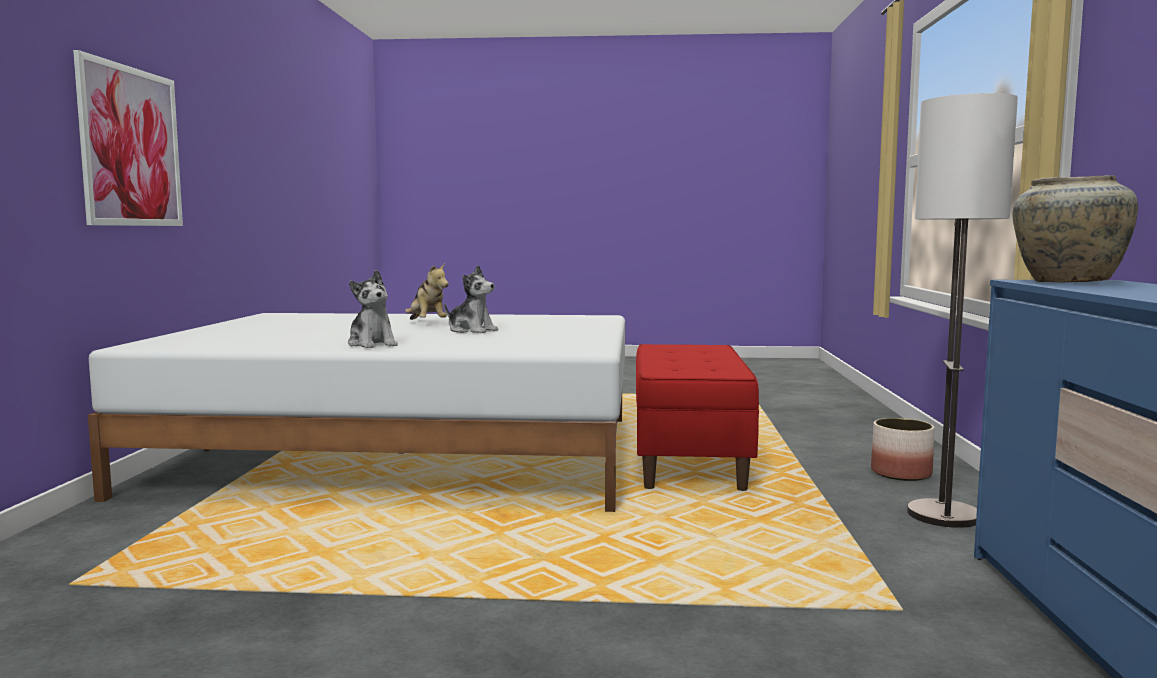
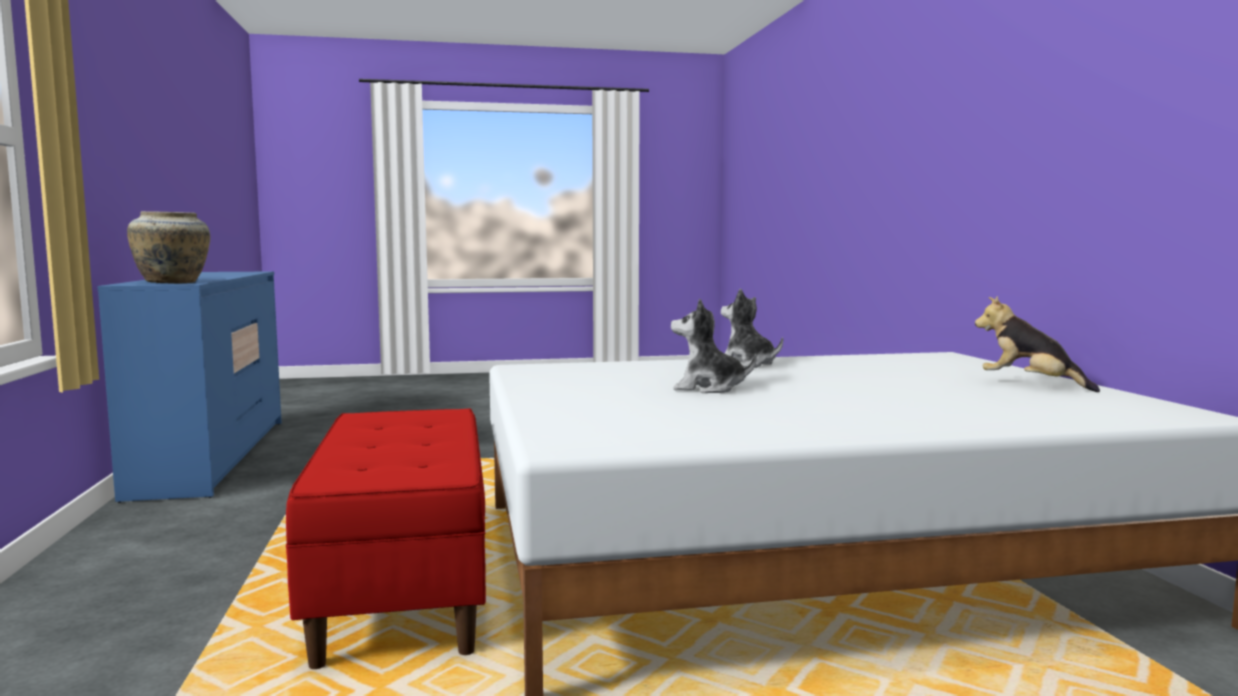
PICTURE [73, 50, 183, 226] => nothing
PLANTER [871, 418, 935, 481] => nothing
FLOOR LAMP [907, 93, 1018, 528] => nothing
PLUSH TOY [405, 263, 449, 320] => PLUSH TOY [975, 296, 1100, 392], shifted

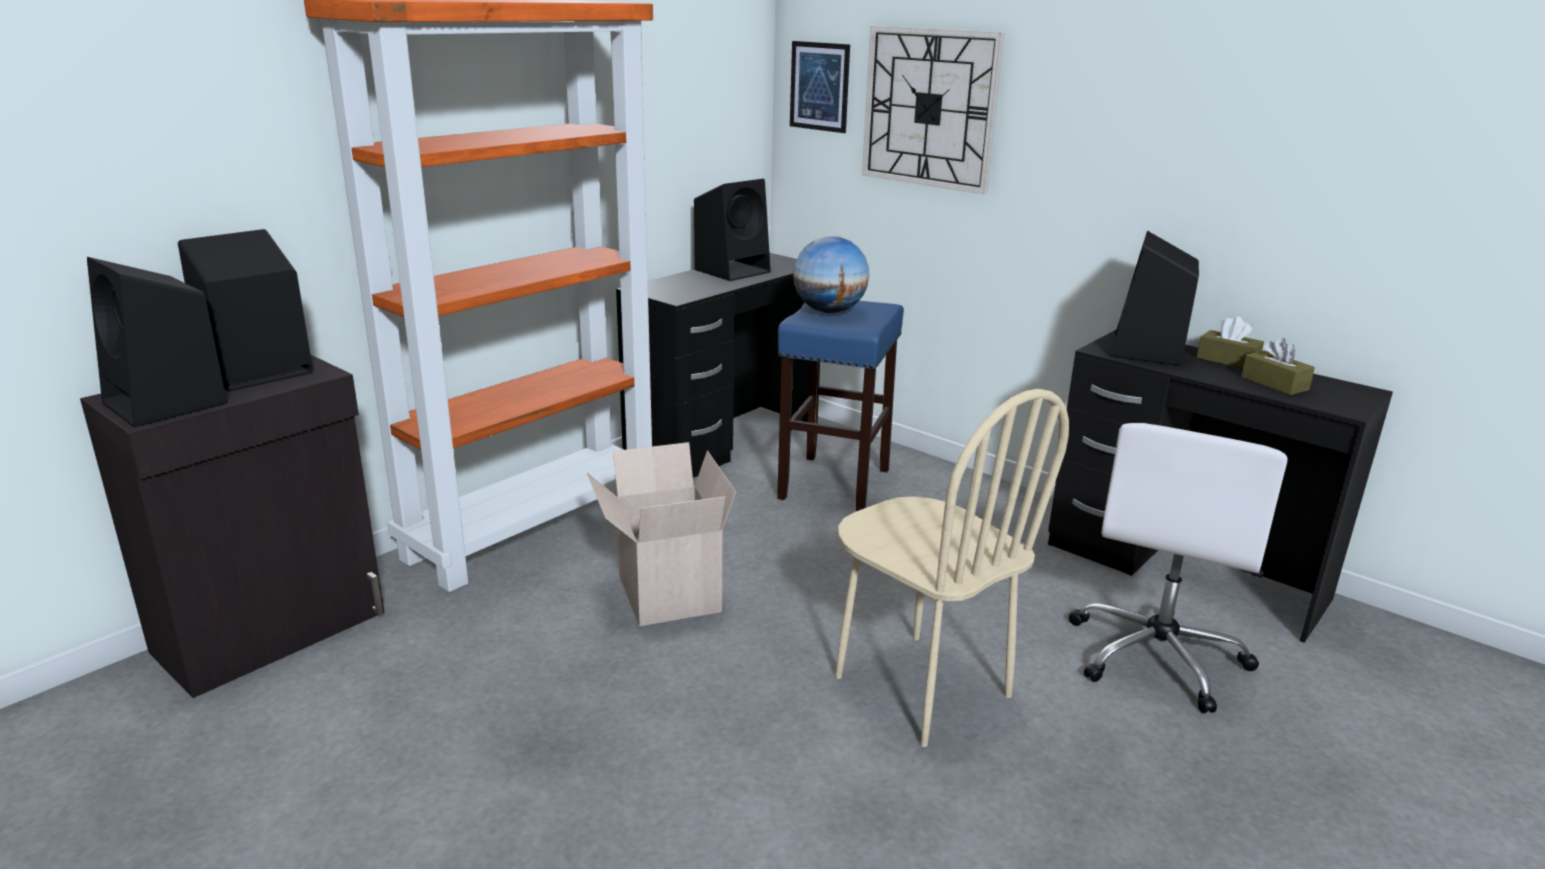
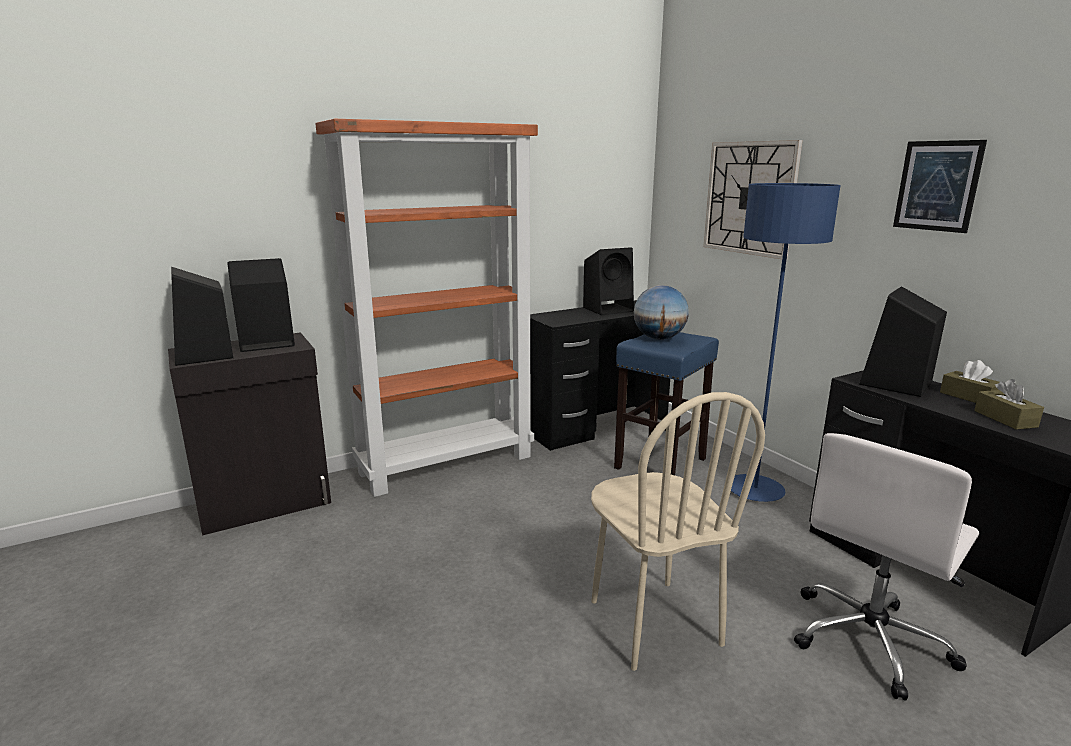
CARDBOARD BOX [587, 442, 736, 626] => nothing
nothing => BLUE FLOOR LAMP [731, 183, 841, 502]
PICTURE [790, 41, 850, 133] => PICTURE [893, 140, 987, 233], shifted

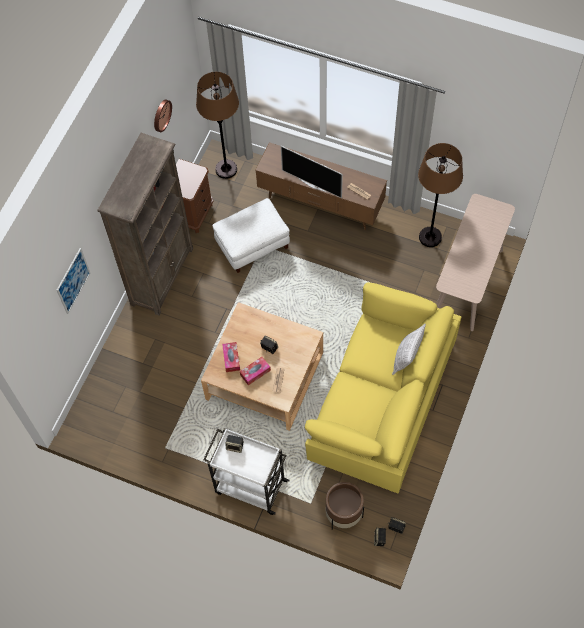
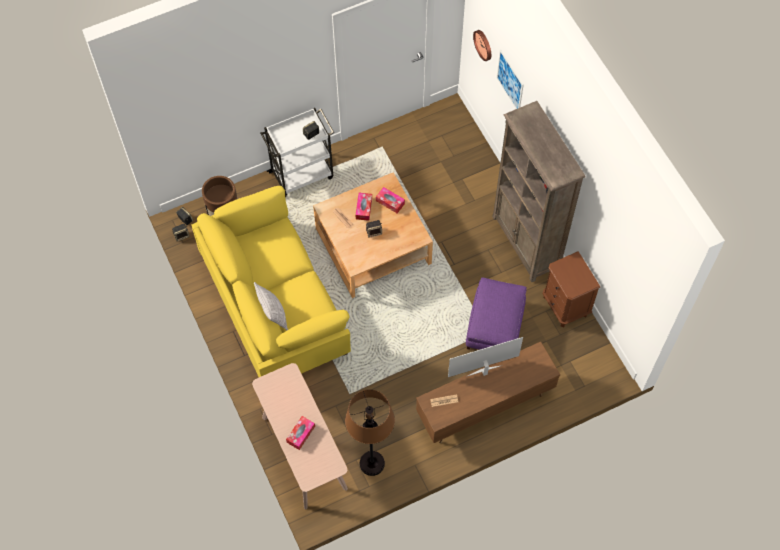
BROWN FLOOR LAMP [196, 72, 239, 179] => nothing
nothing => TISSUE BOX [286, 416, 315, 450]
WALL CLOCK [154, 100, 172, 132] => WALL CLOCK [473, 30, 491, 61], shifted
WHITE OTTOMAN [212, 198, 290, 273] => PURPLE OTTOMAN [466, 277, 527, 350]

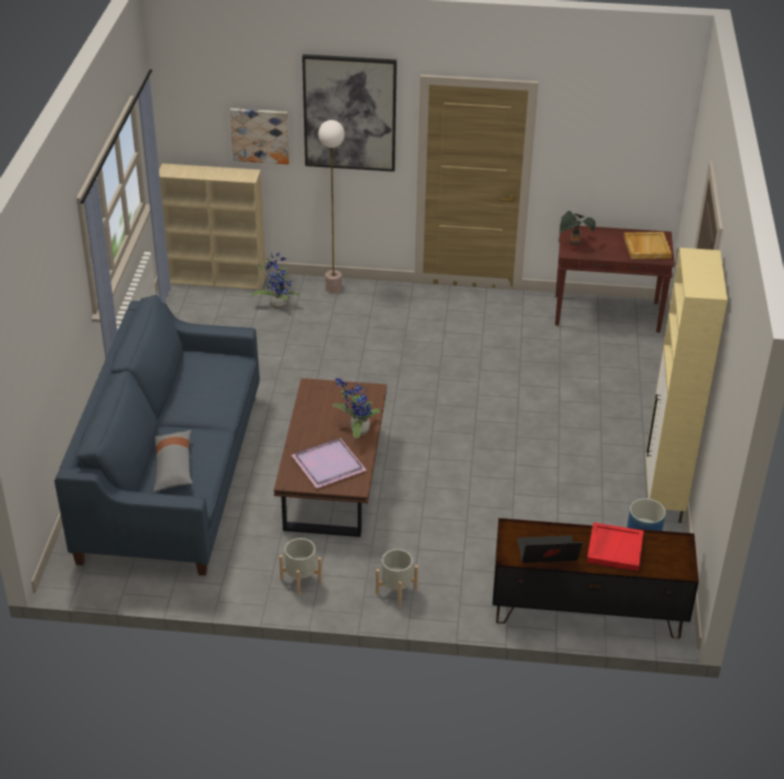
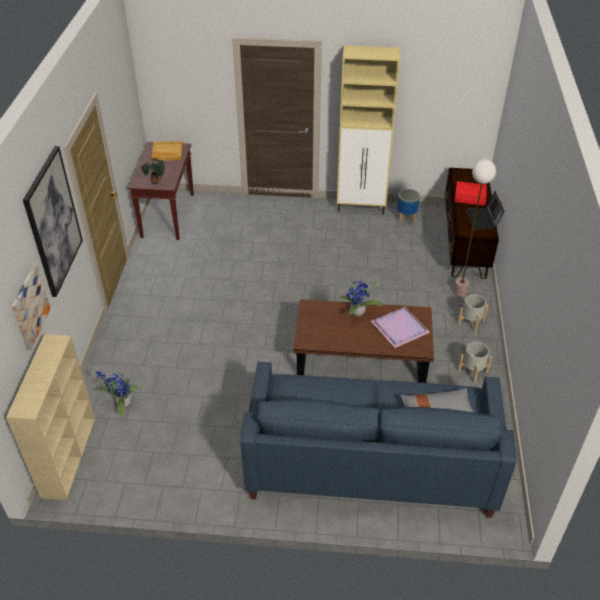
FLOOR LAMP [318, 120, 345, 294] => FLOOR LAMP [454, 159, 496, 297], shifted

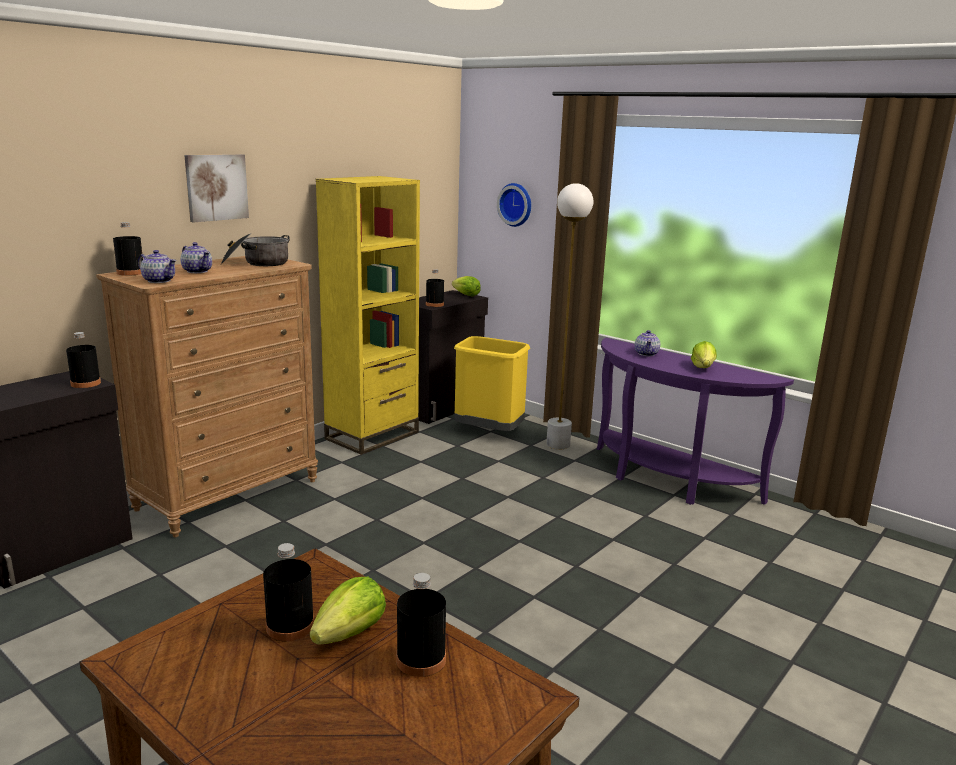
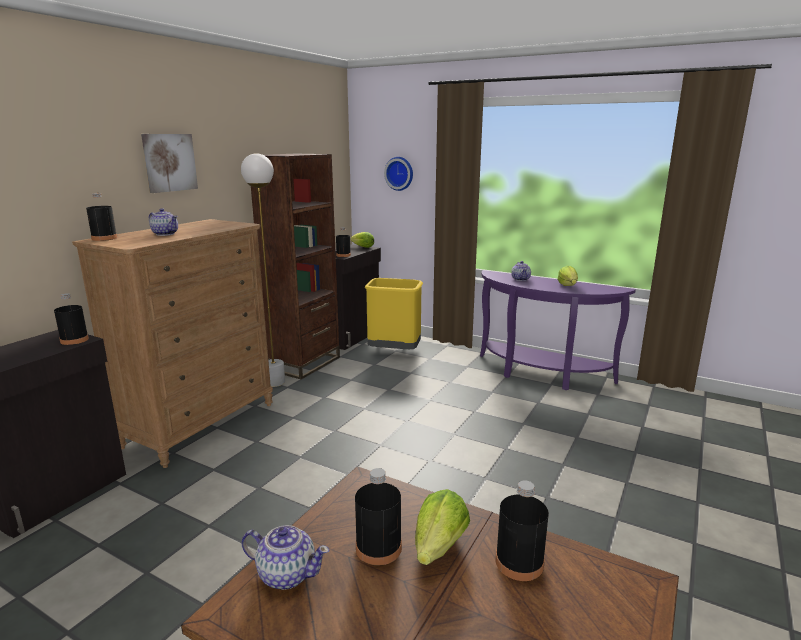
COOKING POT [221, 233, 290, 266] => nothing
TEAPOT [138, 250, 177, 283] => TEAPOT [242, 525, 329, 590], shifted
WHITE FLOOR LAMP [546, 183, 593, 450] => WHITE FLOOR LAMP [241, 153, 285, 387], shifted
YELLOW BOOKCASE [316, 176, 420, 455] => BROWN BOOKCASE [251, 154, 340, 379]

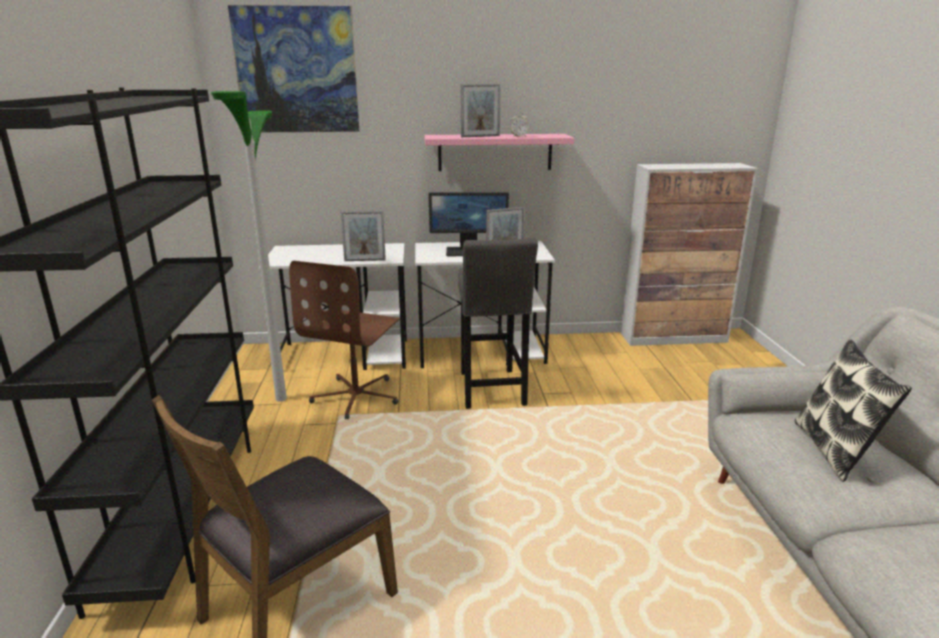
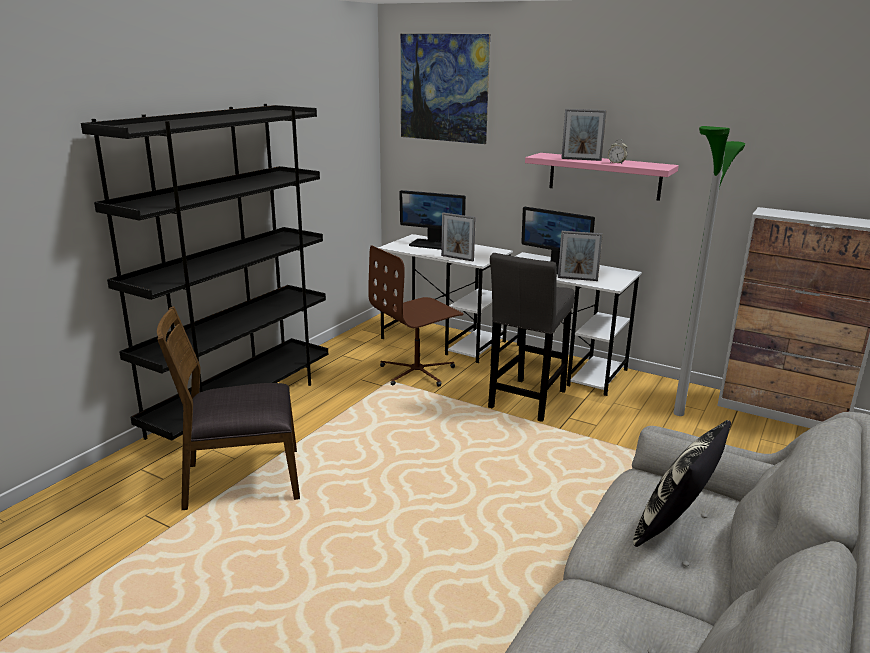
nothing => MONITOR [399, 190, 466, 250]
FLOOR LAMP [211, 91, 287, 402] => FLOOR LAMP [674, 126, 745, 416], shifted

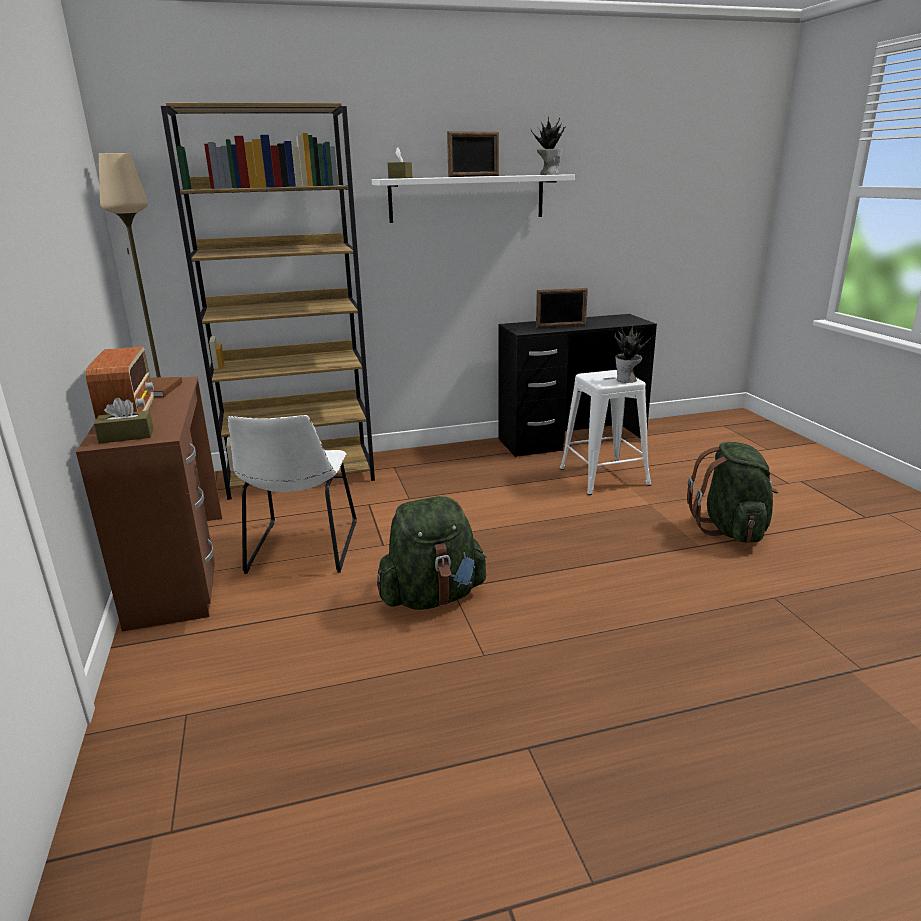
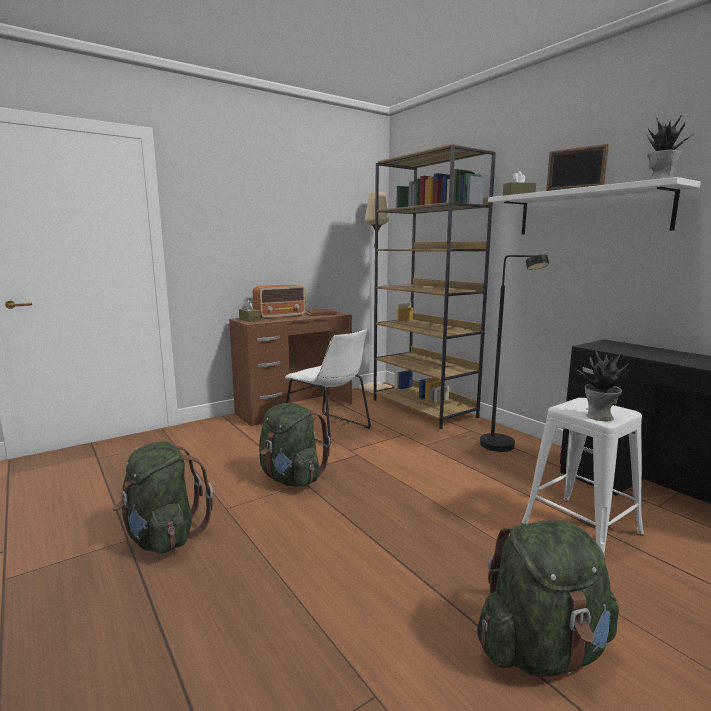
PICTURE FRAME [536, 288, 588, 328] => nothing
nothing => GREEN BACKPACK [113, 441, 213, 554]
nothing => BLACK FLOOR LAMP [480, 255, 549, 452]
WHITE CHAIR [228, 415, 357, 574] => WHITE CHAIR [285, 329, 371, 447], 120 degrees counterclockwise

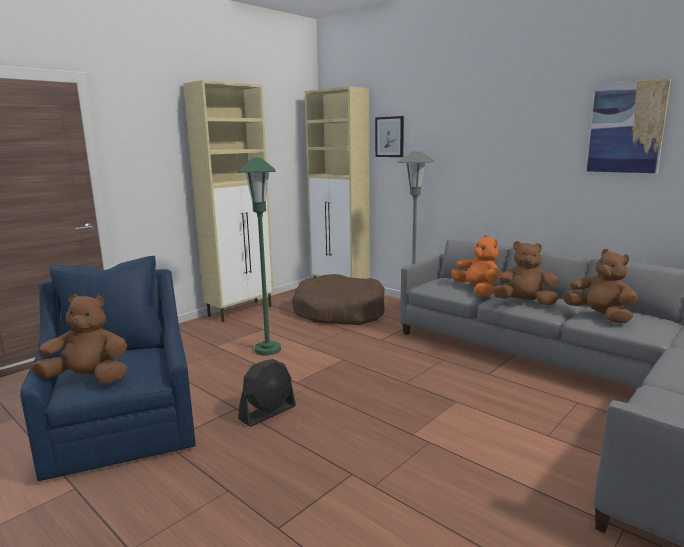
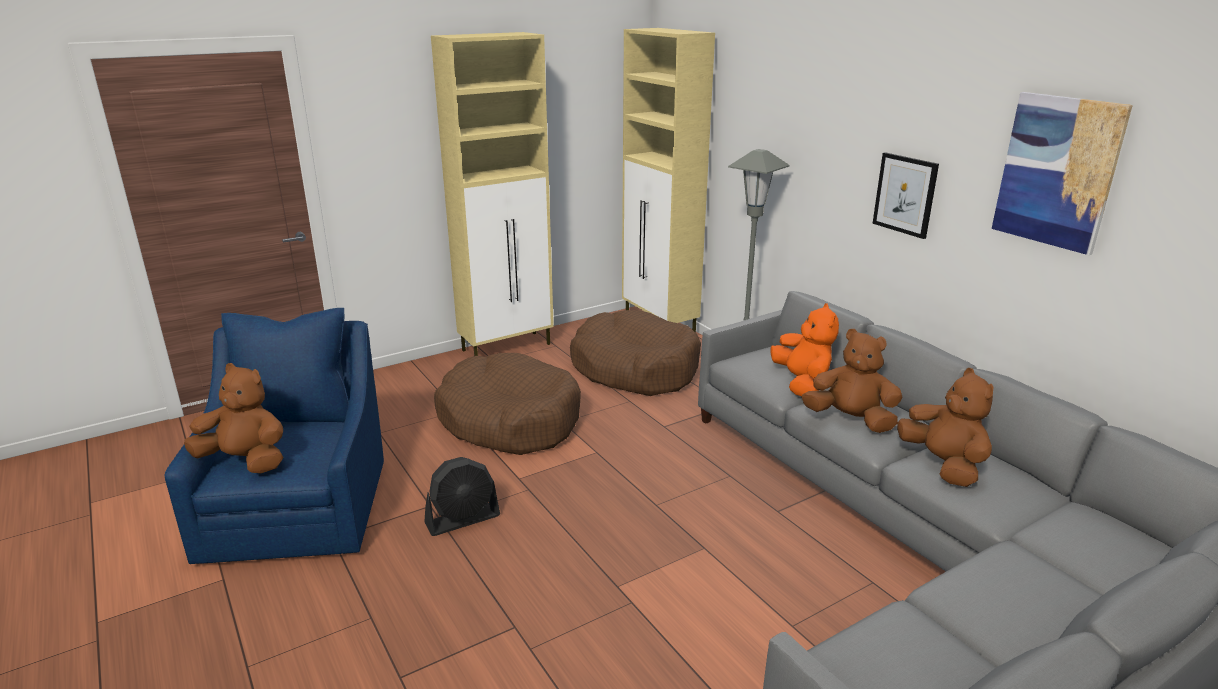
PICTURE [375, 116, 404, 157] => PICTURE [872, 152, 939, 239], shifted
GREEN FLOOR LAMP [238, 157, 281, 356] => BROWN DOG BED [434, 353, 581, 455]

